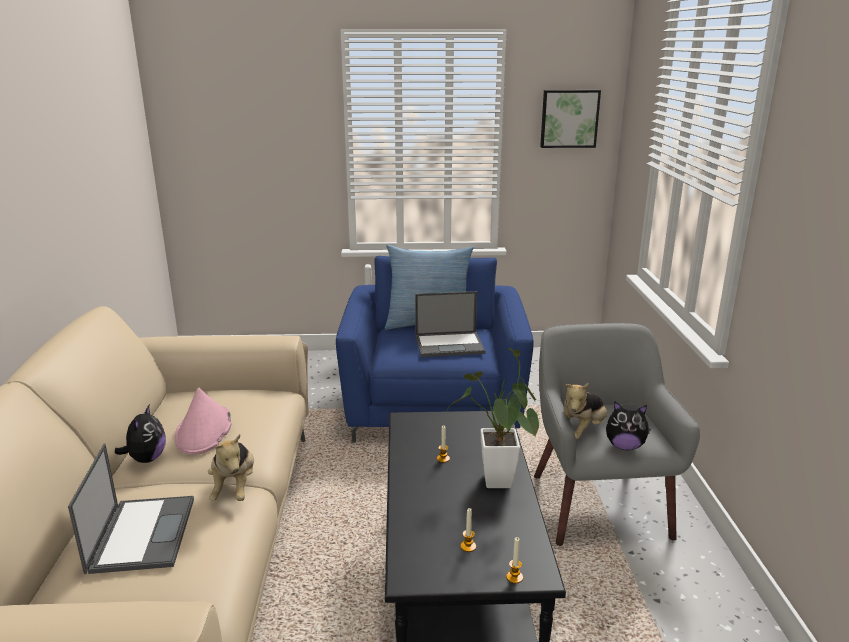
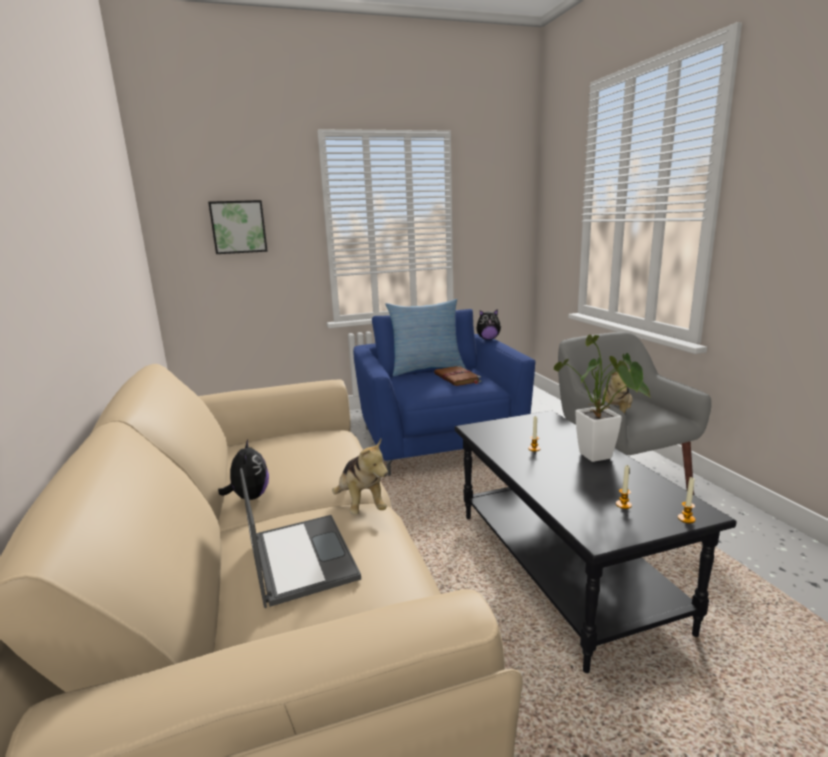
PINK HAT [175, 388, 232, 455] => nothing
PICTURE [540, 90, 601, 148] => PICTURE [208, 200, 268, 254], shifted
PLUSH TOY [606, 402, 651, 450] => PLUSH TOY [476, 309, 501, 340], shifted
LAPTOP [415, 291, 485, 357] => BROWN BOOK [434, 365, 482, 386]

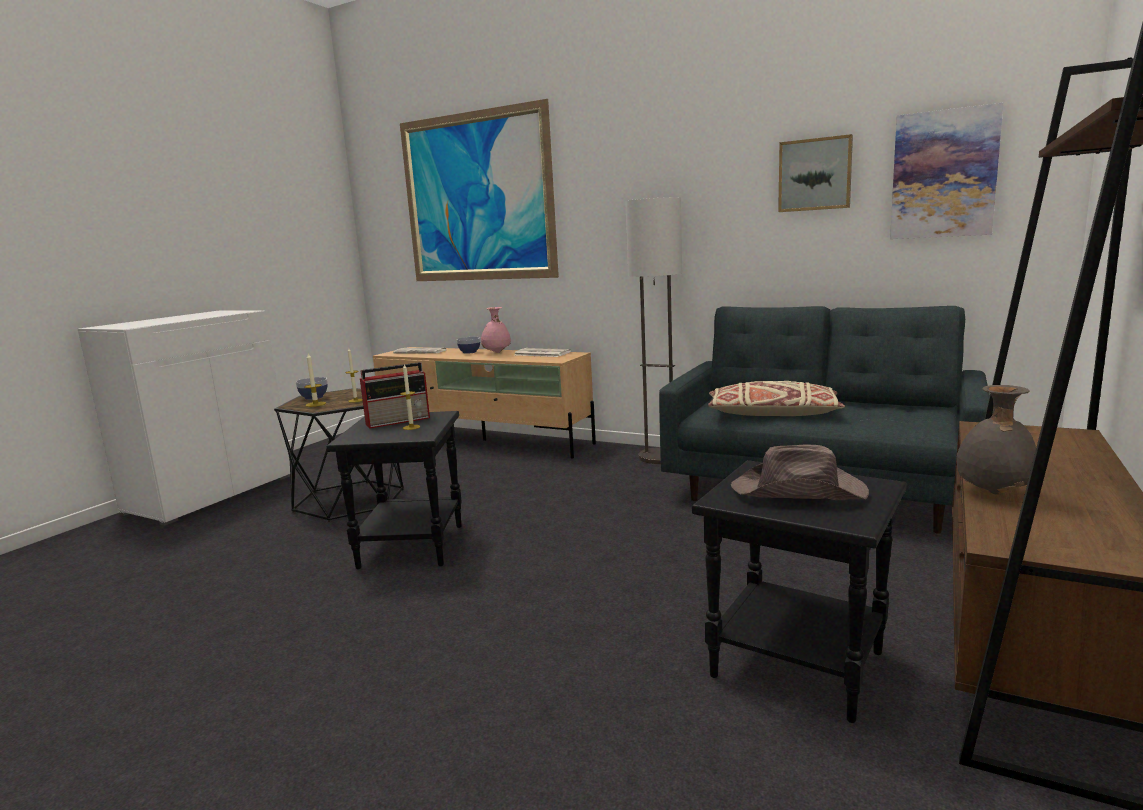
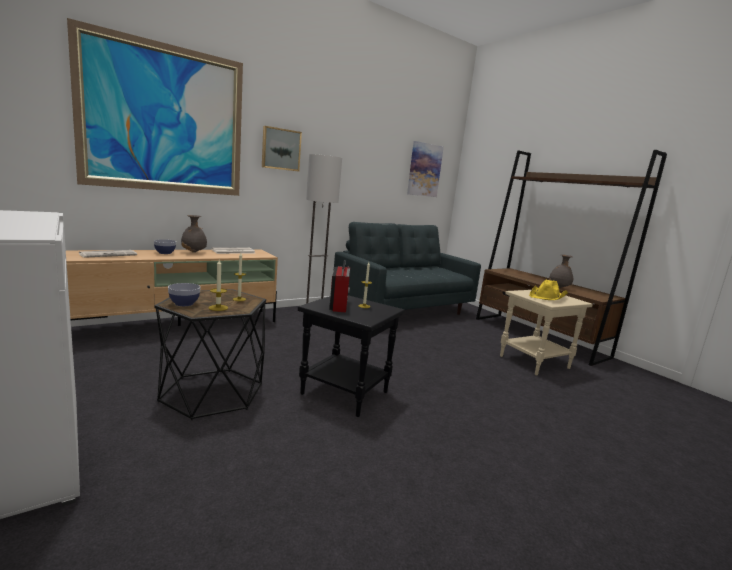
BEIGE PILLOW [708, 381, 845, 416] => nothing
PICTURE [778, 134, 853, 212] => PICTURE [262, 126, 302, 171], shifted
PINK VASE [481, 307, 511, 353] => GREY VASE [181, 215, 207, 253]
BLACK SIDE TABLE [692, 460, 907, 723] => BEIGE SIDE TABLE [500, 290, 593, 376]
BROWN HAT [731, 445, 869, 500] => YELLOW HAT [529, 279, 568, 300]

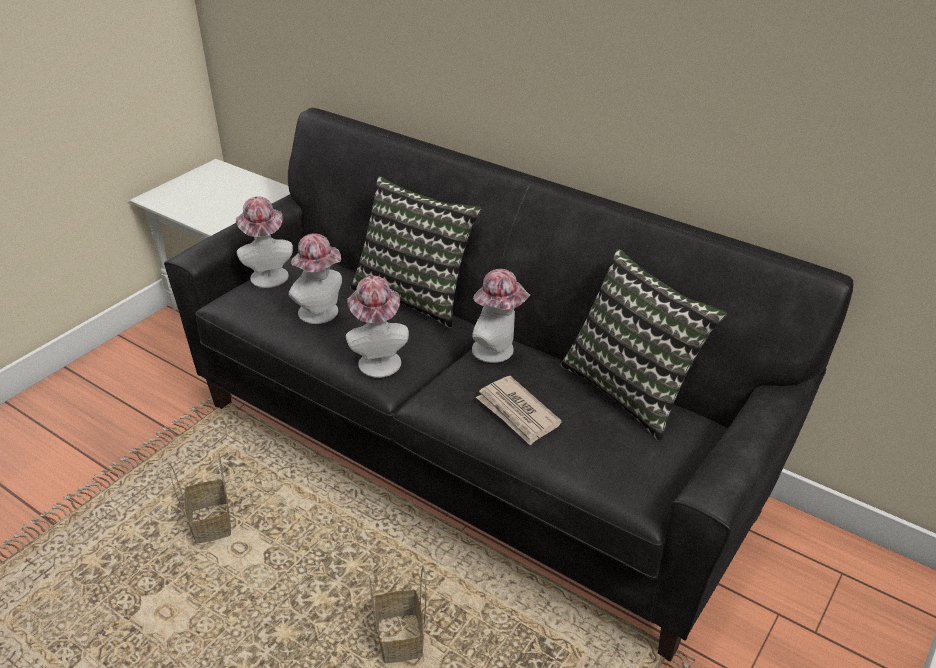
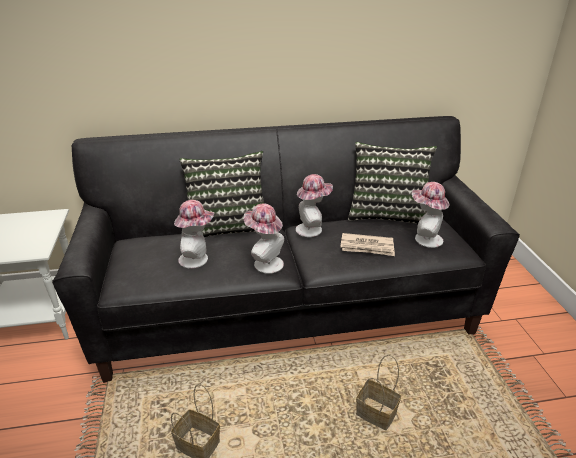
HAT [236, 196, 293, 288] => HAT [412, 182, 450, 248], shifted

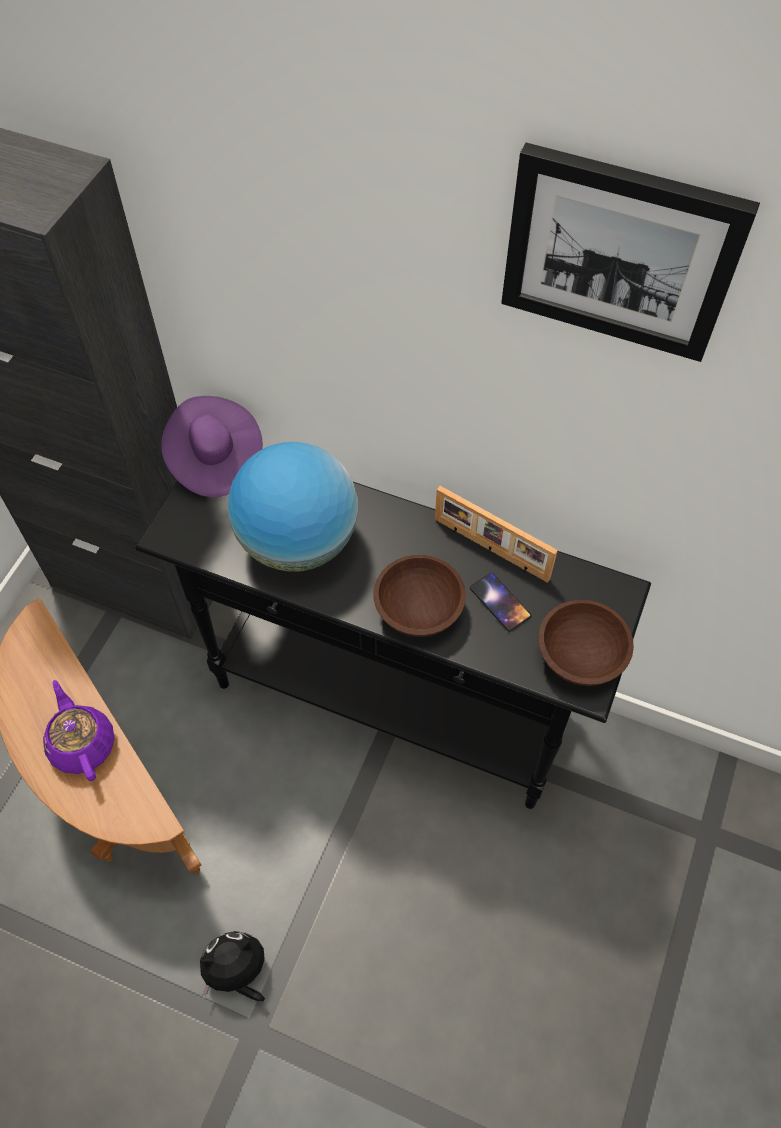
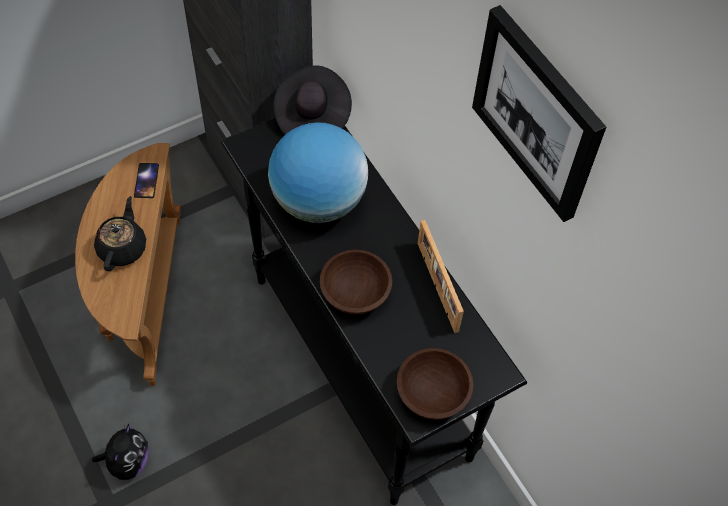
PHONE [470, 573, 532, 632] => PHONE [134, 163, 159, 198], shifted
PURPLE TEAPOT [43, 680, 114, 781] => BLACK TEAPOT [94, 196, 146, 271]
PURPLE HAT [161, 396, 263, 497] => BLACK HAT [274, 65, 352, 135]
PLUSH TOY [200, 931, 265, 1001] => PLUSH TOY [92, 424, 149, 480], 90 degrees clockwise

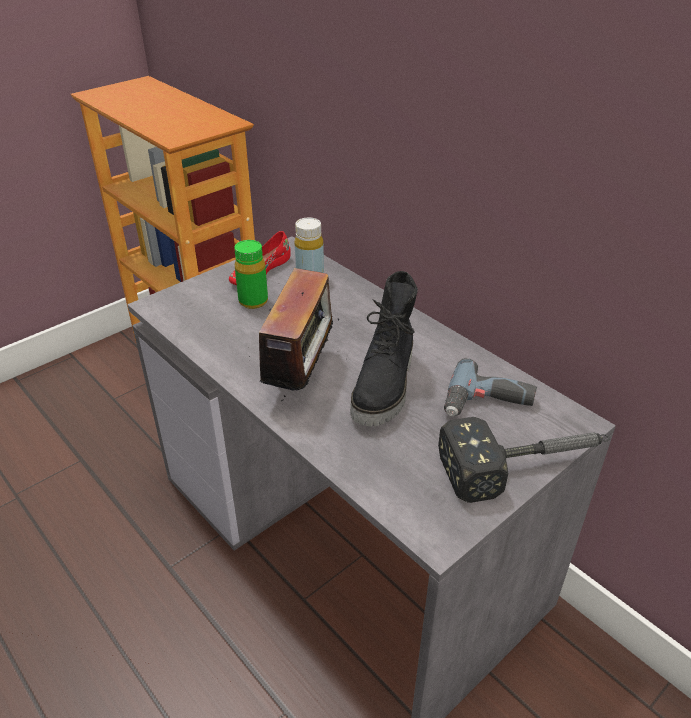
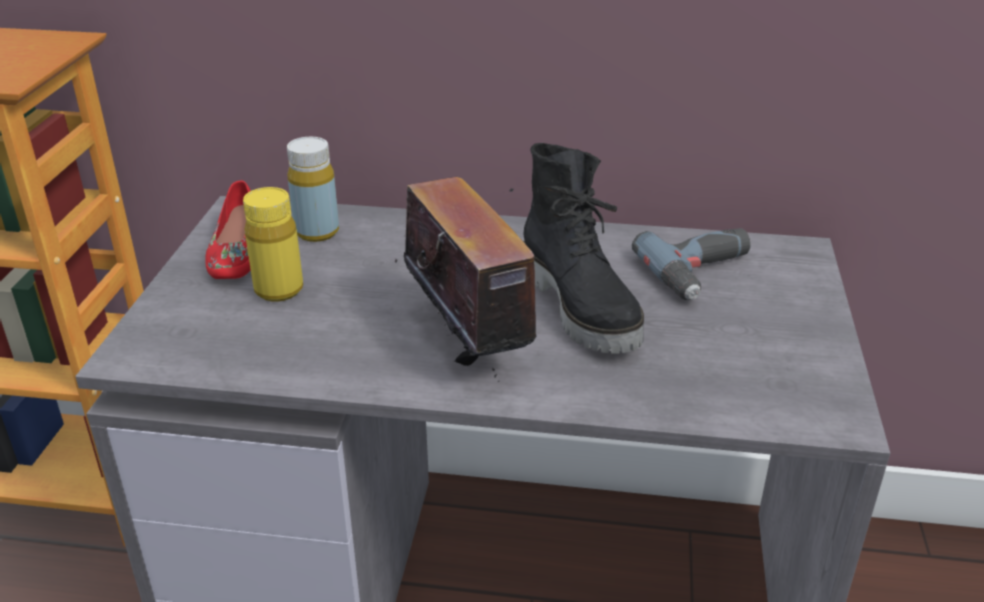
HAMMER [438, 417, 609, 503] => nothing
GREEN BOTTLE [234, 240, 268, 309] => YELLOW BOTTLE [243, 187, 303, 302]

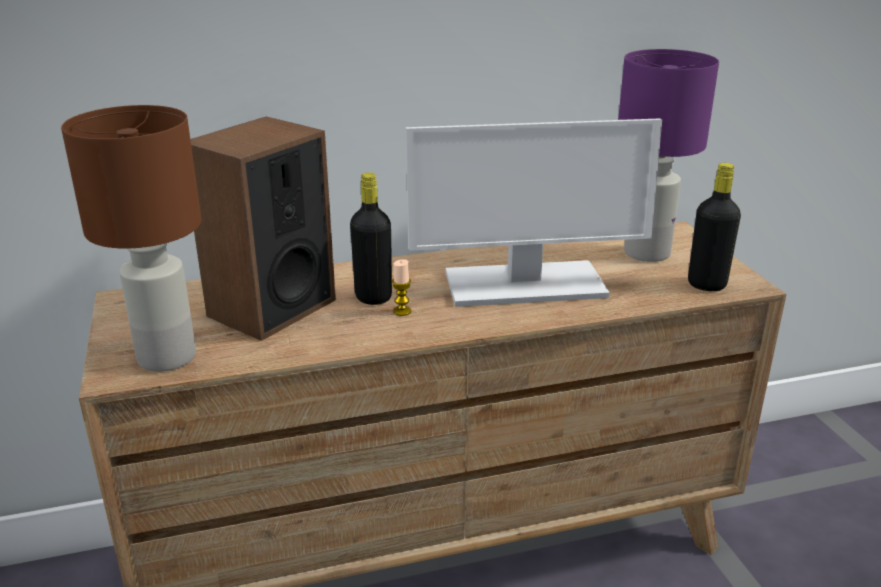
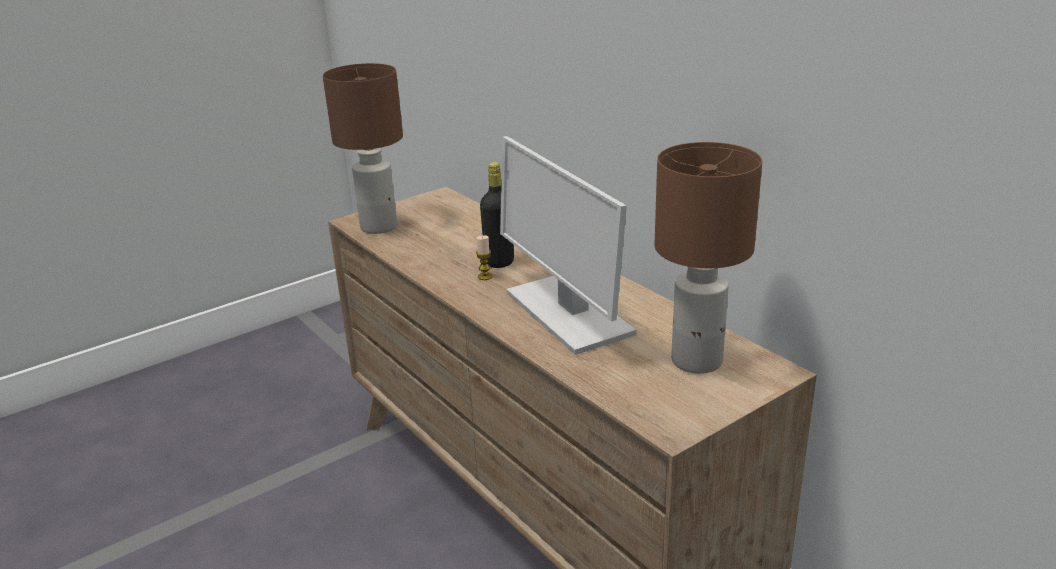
SPEAKER [190, 117, 336, 341] => nothing
BLACK BOTTLE [688, 163, 741, 291] => nothing
PURPLE TABLE LAMP [618, 49, 719, 262] => BROWN TABLE LAMP [654, 142, 762, 374]

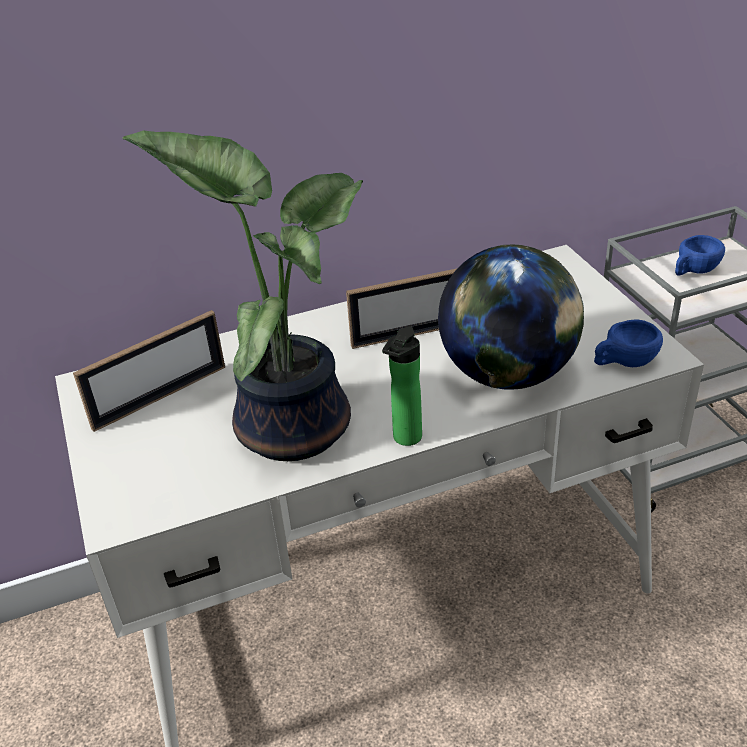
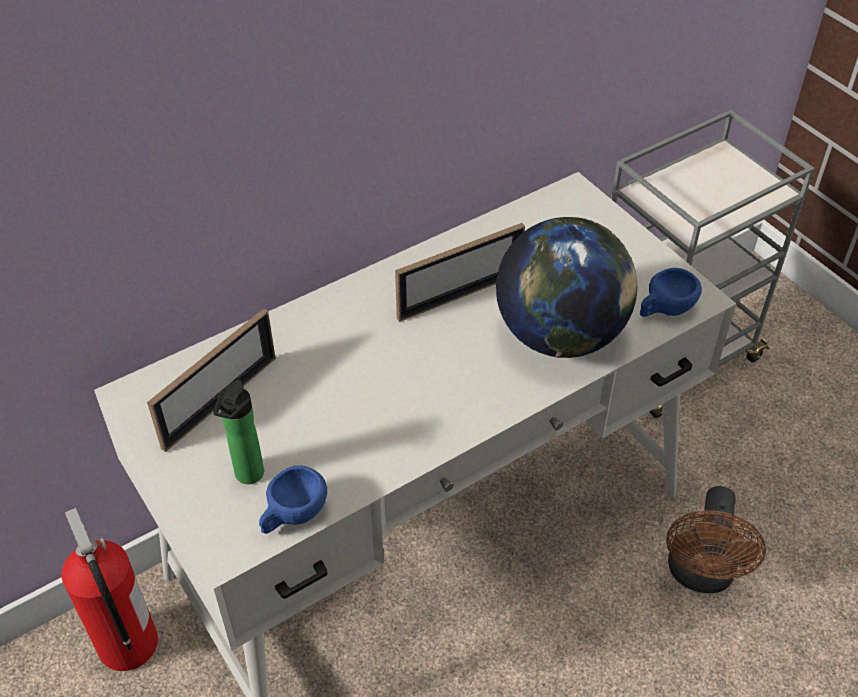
POTTED PLANT [122, 131, 363, 461] => nothing
nothing => FIRE EXTINGUISHER [61, 508, 158, 671]
nothing => BROWN FAN [666, 486, 766, 593]
BOTTLE [382, 326, 422, 446] => BOTTLE [213, 380, 264, 484], shifted
BLUE CUP [675, 235, 725, 276] => BLUE CUP [259, 465, 327, 534], shifted

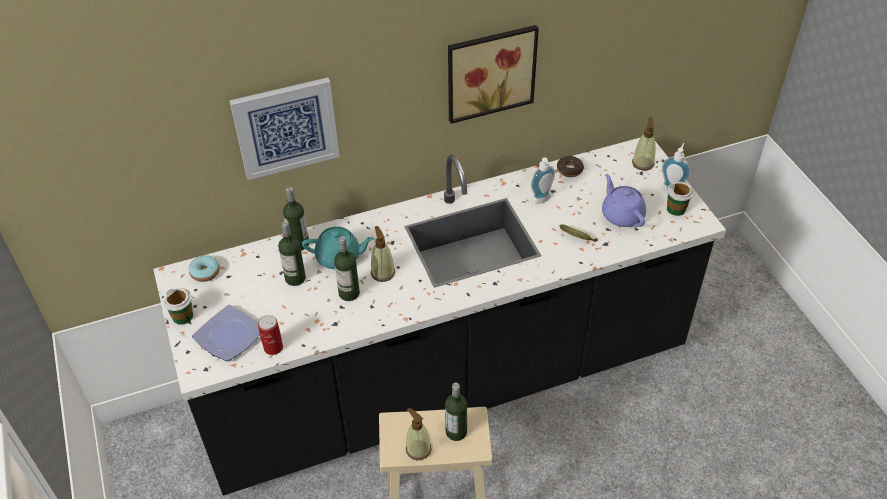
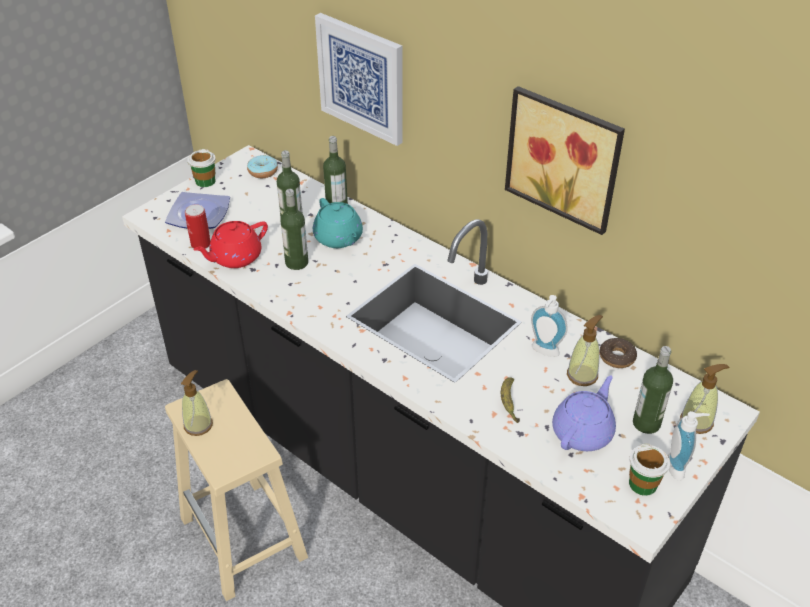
nothing => RED TEAPOT [193, 221, 268, 268]
SOAP DISPENSER [371, 226, 395, 282] => SOAP DISPENSER [567, 315, 603, 386], shifted
BOTTLE [445, 383, 467, 441] => BOTTLE [633, 346, 673, 434], shifted

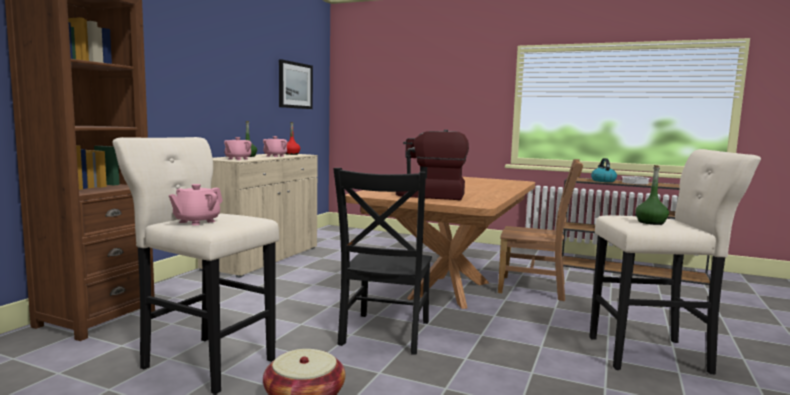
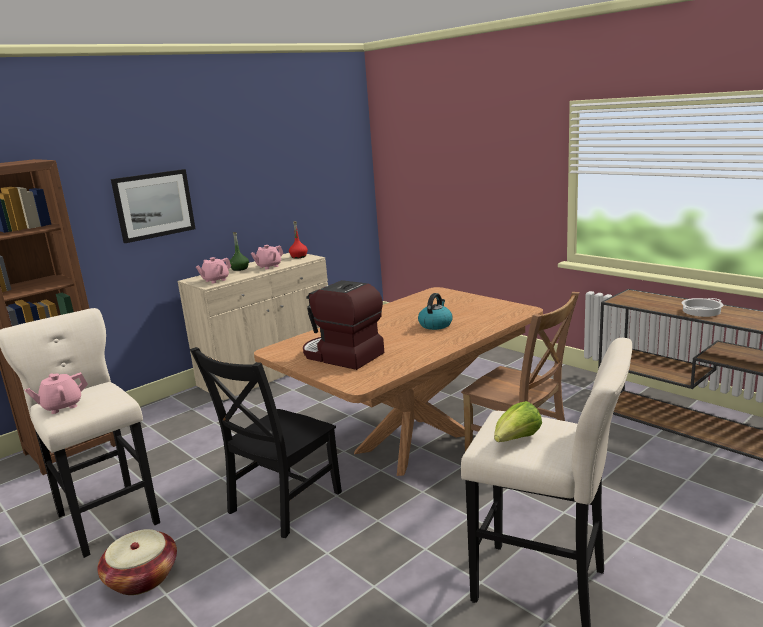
PICTURE [279, 59, 313, 109] => PICTURE [111, 169, 196, 243], shifted
KETTLE [591, 158, 617, 182] => KETTLE [418, 293, 453, 330], shifted
GREEN BOTTLE [636, 165, 669, 225] => LETTUCE [494, 401, 542, 442]

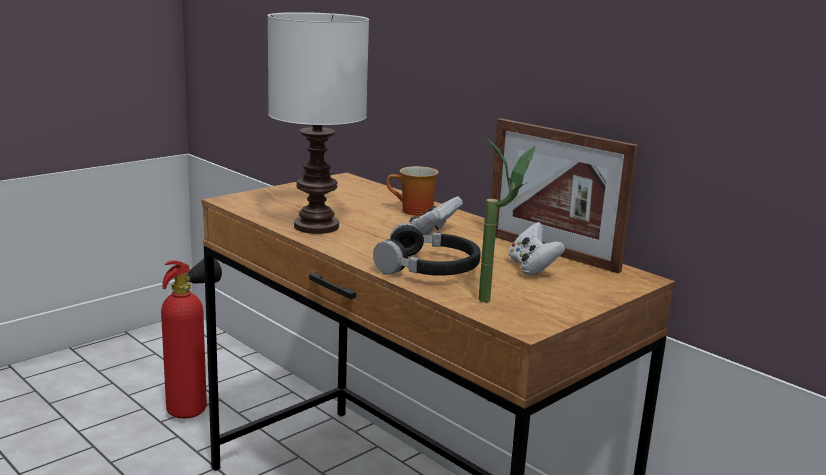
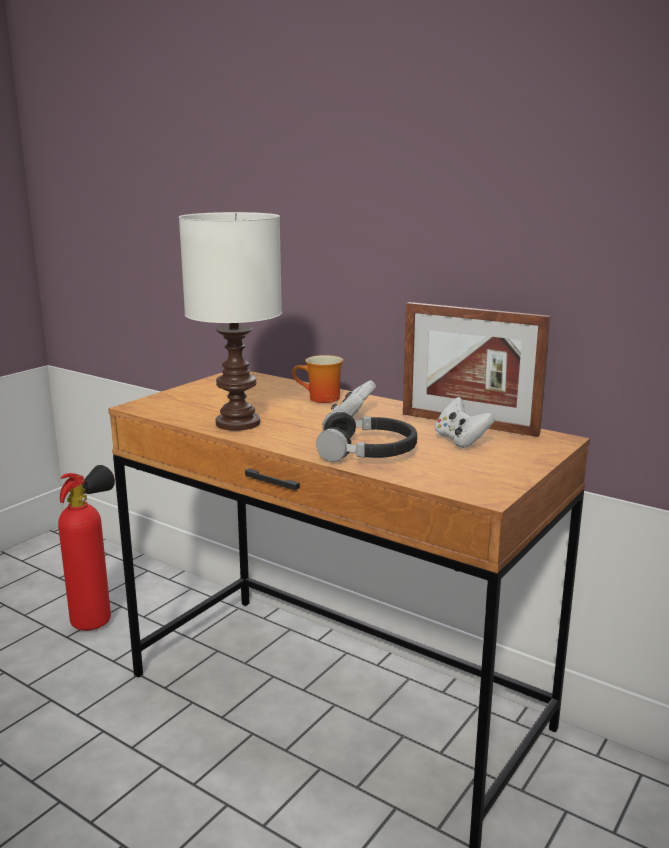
POTTED PLANT [478, 137, 535, 303] => nothing

